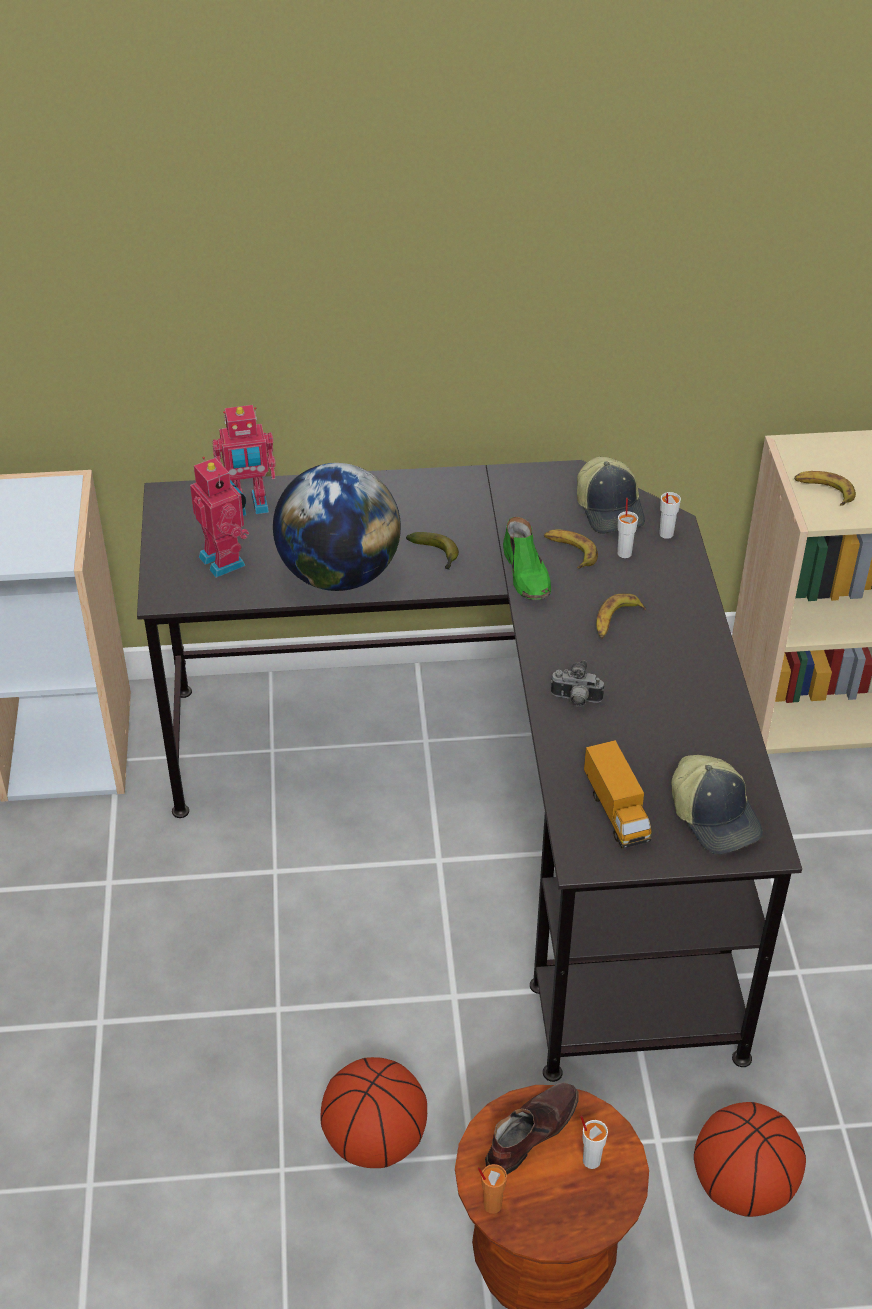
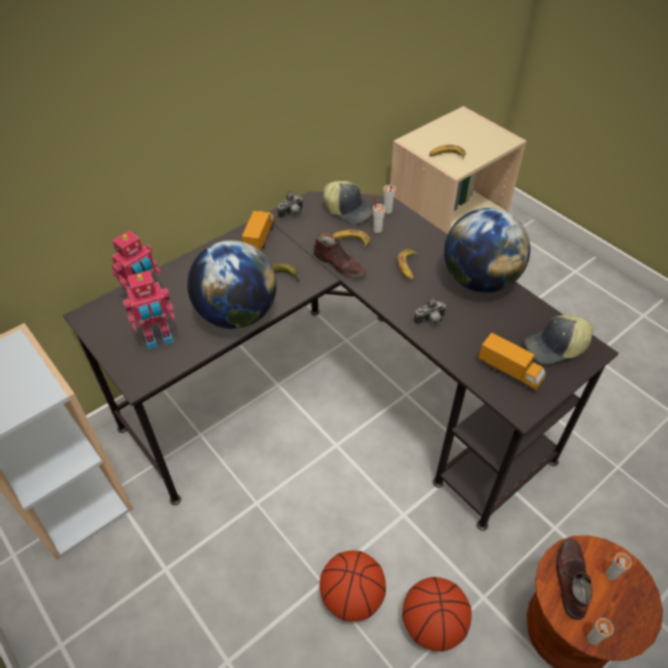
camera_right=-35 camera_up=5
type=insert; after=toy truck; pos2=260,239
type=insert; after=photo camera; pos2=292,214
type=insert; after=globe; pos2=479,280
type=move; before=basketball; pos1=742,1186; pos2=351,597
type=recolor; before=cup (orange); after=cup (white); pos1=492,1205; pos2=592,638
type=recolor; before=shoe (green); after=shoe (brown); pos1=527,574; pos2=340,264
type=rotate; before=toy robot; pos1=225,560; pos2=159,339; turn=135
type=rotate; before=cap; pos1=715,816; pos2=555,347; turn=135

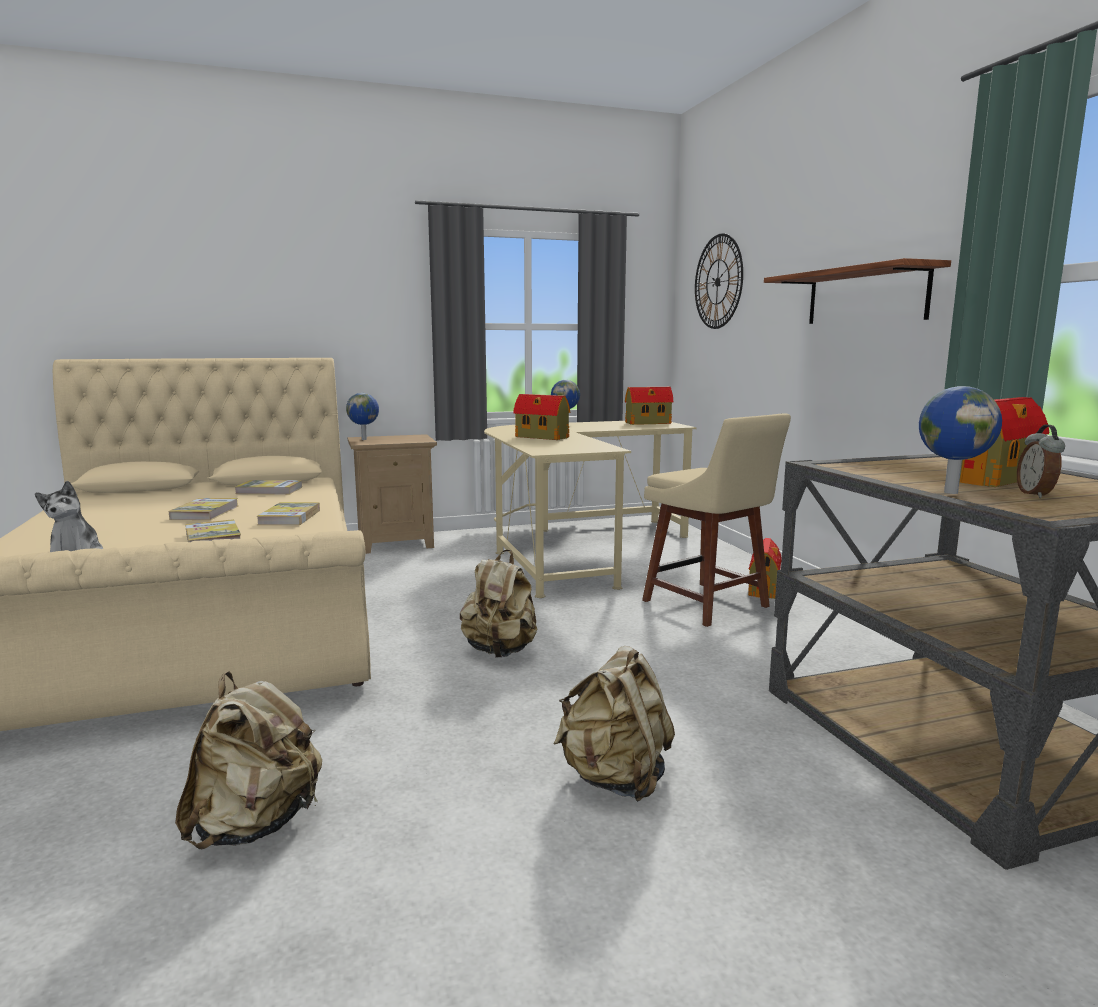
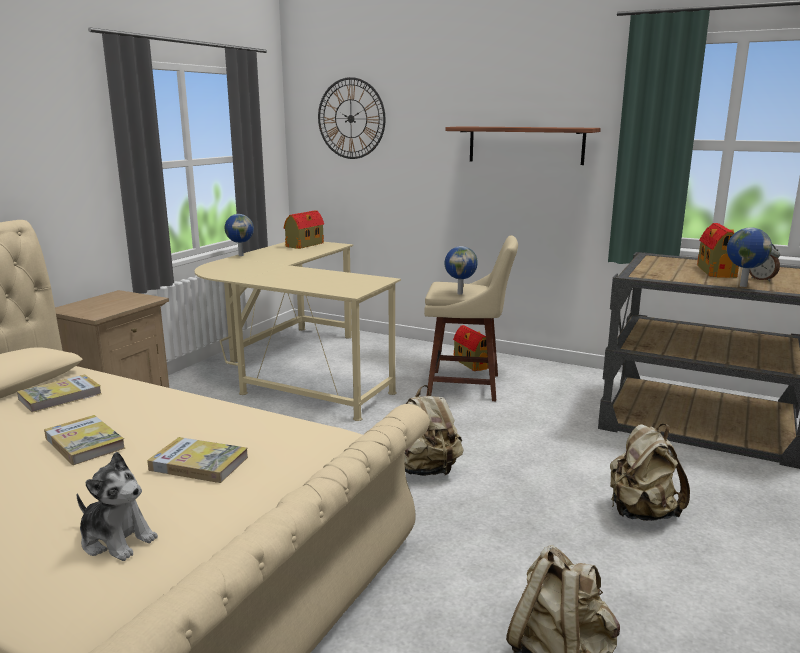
camera_right=-45 camera_up=5
type=delete; before=book; pos1=290,517
type=delete; before=toy house; pos1=543,437
type=move; before=globe; pos1=365,439; pos2=460,293

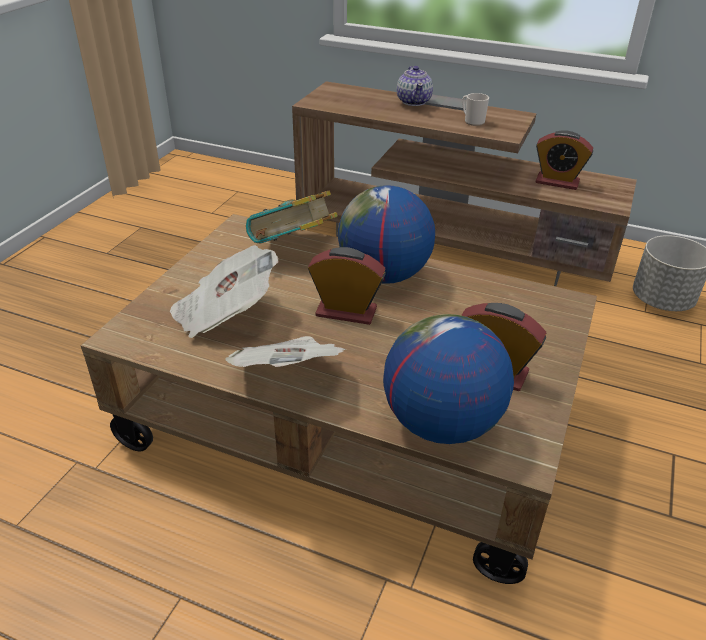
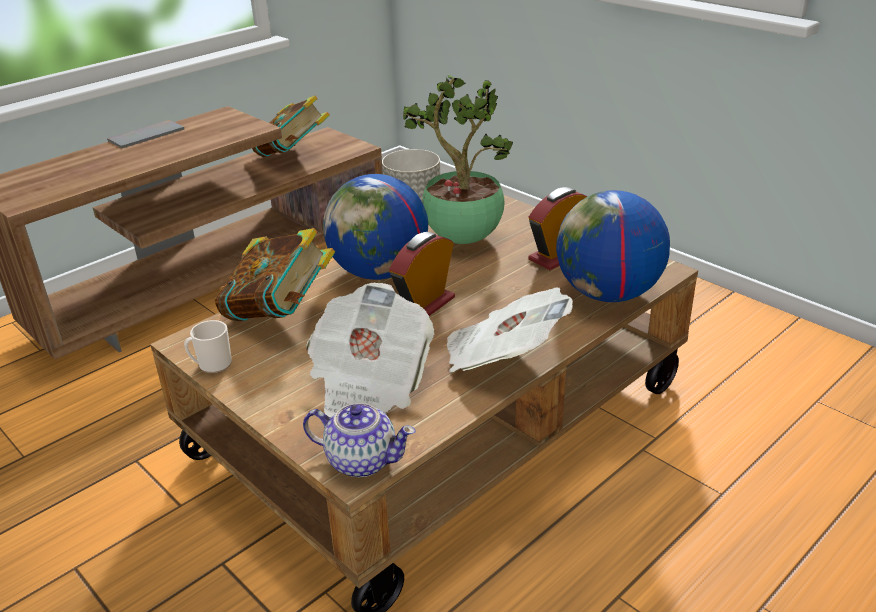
camera_right=-65 camera_up=-5
type=insert; after=potted plant; pos2=461,239
type=move; before=teapot; pos1=414,101; pos2=361,460
type=move; before=mug; pos1=472,121; pos2=211,365
type=replace; before=alarm clock; after=book; pos1=557,182; pos2=292,157

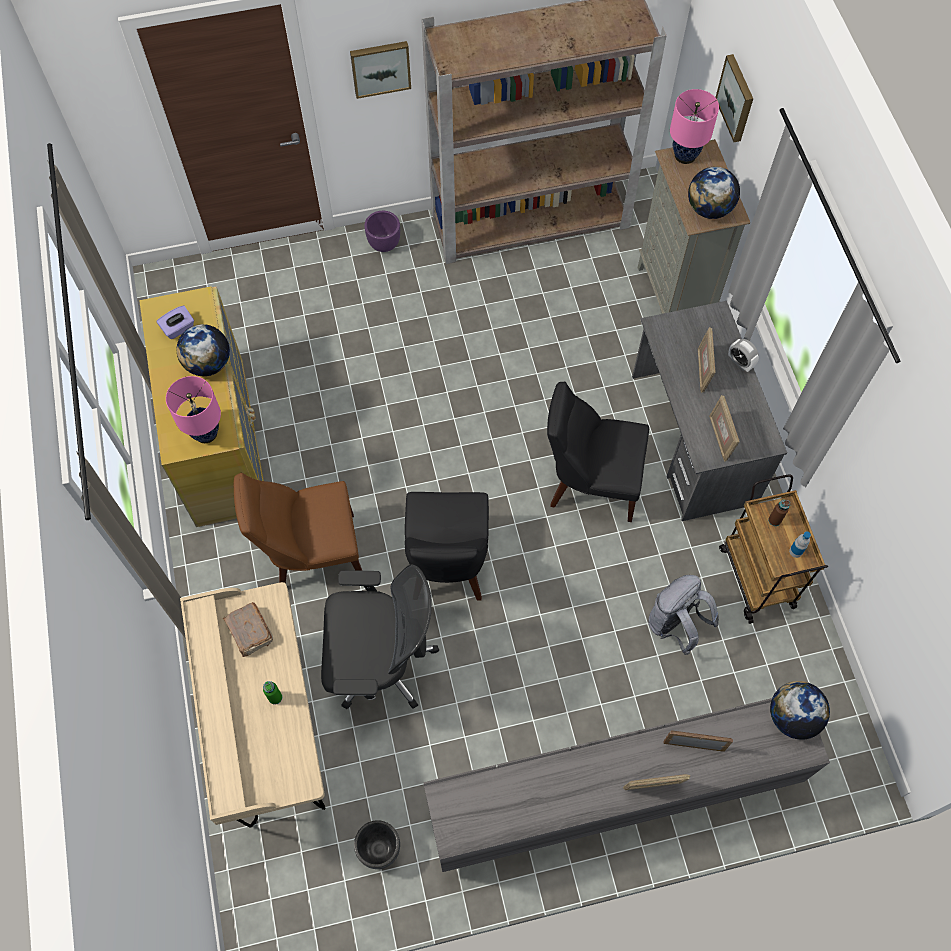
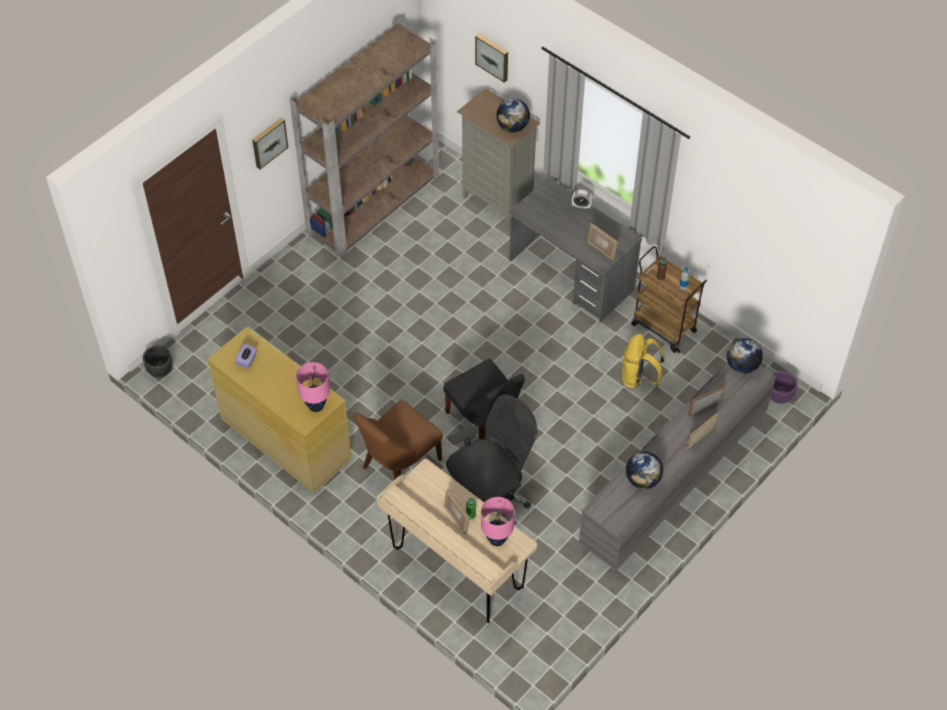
camera_right=-35 camera_up=-10
type=delete; before=book (brown); pos1=250,633
type=delete; before=chair (black); pos1=590,483
type=move; before=globe; pos1=208,363; pos2=643,479
type=move; before=planter (black); pos1=379,850; pos2=160,371
type=move; before=planter (purple); pos1=384,244; pos2=778,397
type=move; before=table lamp (pink); pos1=685,155; pos2=497,539
type=move; before=picture frame; pos1=702,370; pos2=456,519
type=recolor; before=backpack (grey); after=backpack (yellow); pos1=675,625; pos2=639,378

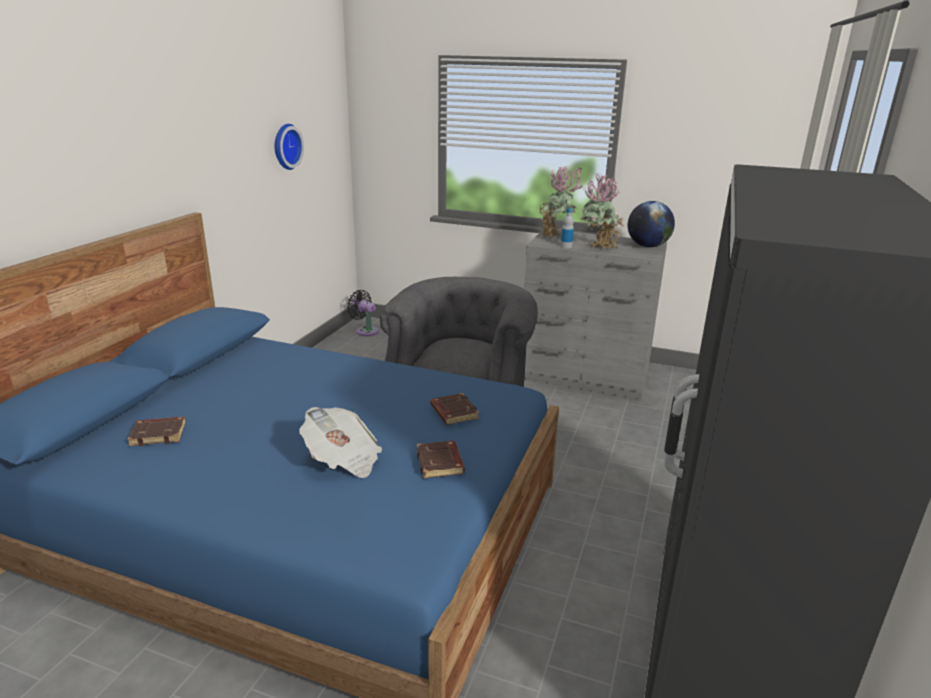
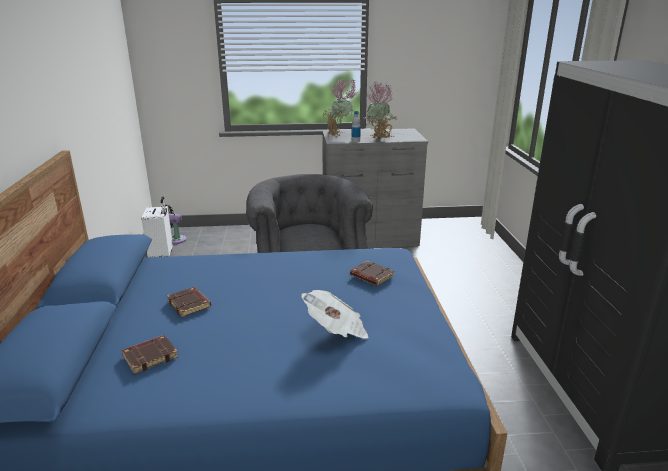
camera_right=-25 camera_up=0
type=delete; before=wall clock; pos1=285,146
type=delete; before=globe; pos1=647,246
type=insert; after=suitcase (white); pos2=162,256
type=move; before=book (brown); pos1=440,463; pos2=190,304

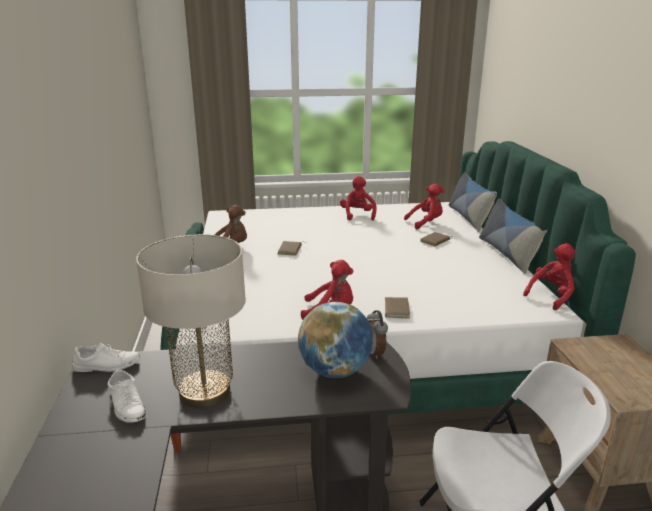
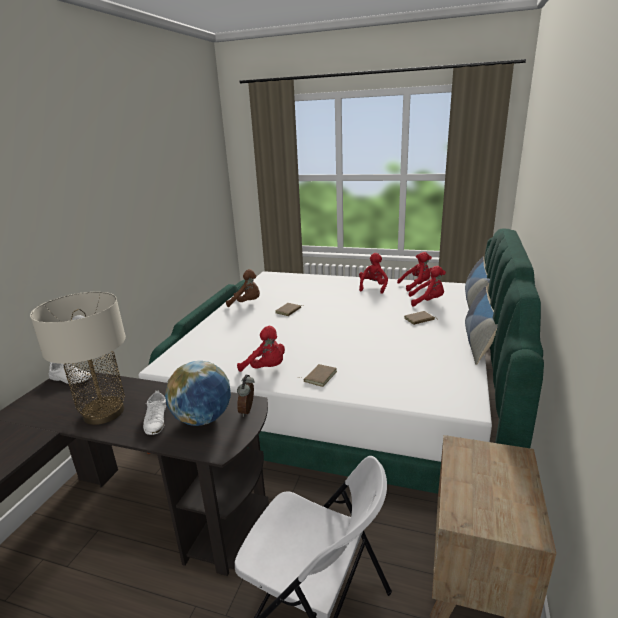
camera_right=25 camera_up=0
type=move; before=shoe (white); pos1=127,405; pos2=156,420
type=move; before=plush toy (red); pos1=551,296; pos2=416,285

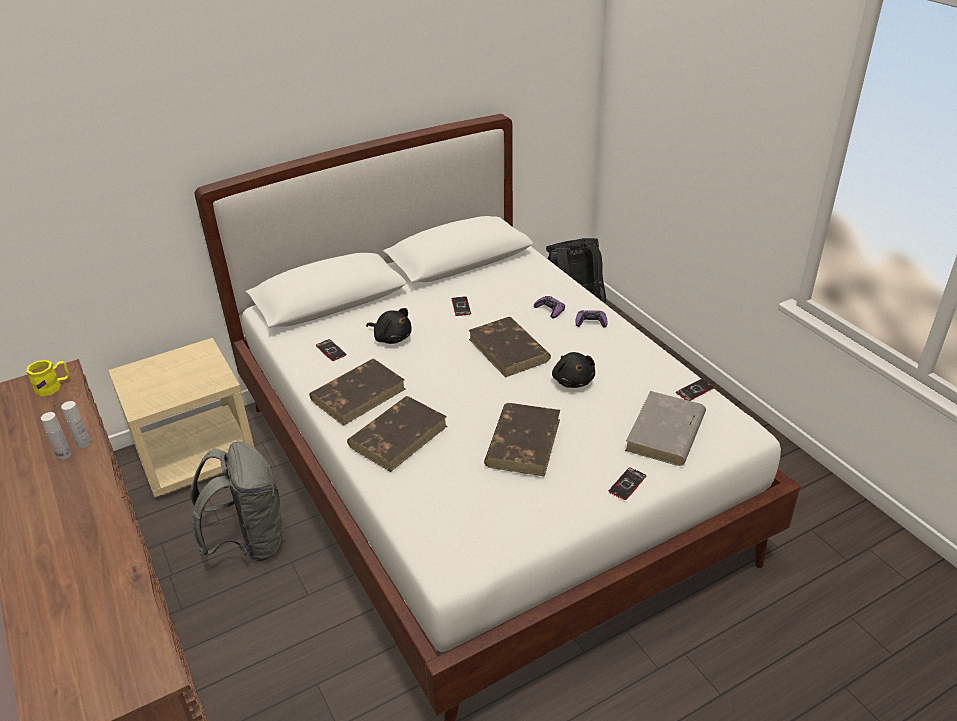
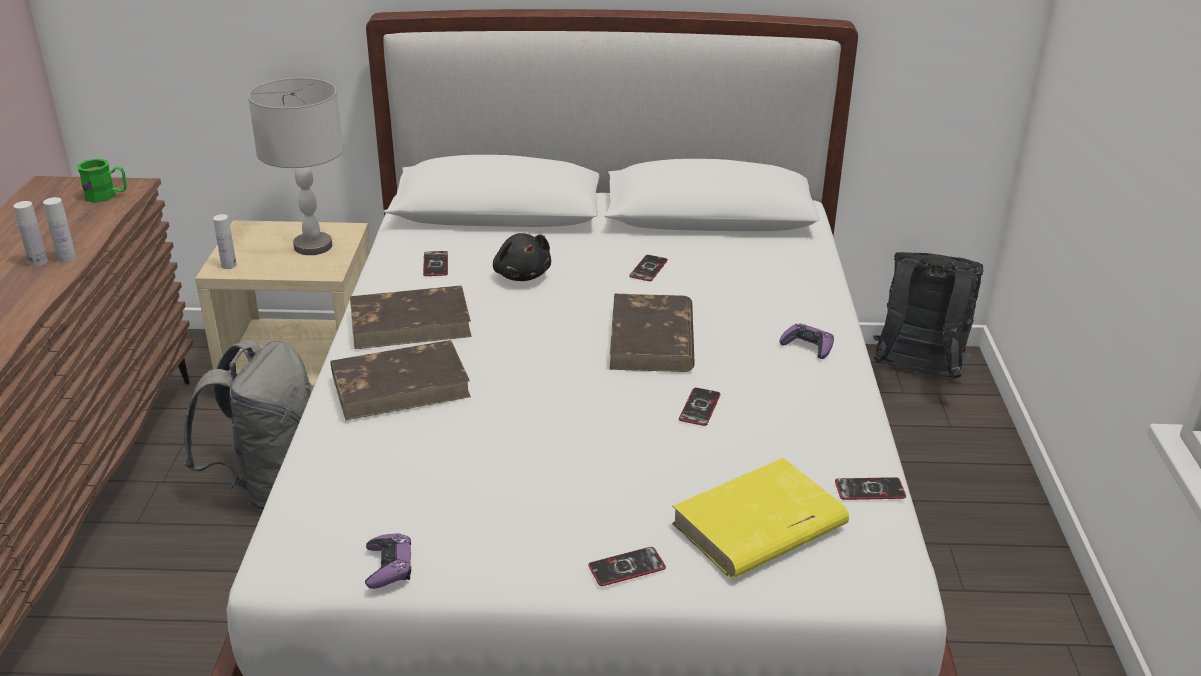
camera_right=30 camera_up=-5
type=delete; before=book (brown); pos1=523,442
type=insert; after=bottle (white); pos2=229,265
type=insert; after=table lamp (grey); pos2=312,246
type=move; before=game controller (purple); pos1=550,310; pos2=389,566
type=replace; before=plush toy (black); after=phone; pos1=573,380; pos2=699,407
type=recolor; before=mug (yellow); after=mug (green); pos1=53,386; pos2=107,196
type=recolor; before=book (grey); after=book (yellow); pos1=665,433; pos2=758,526

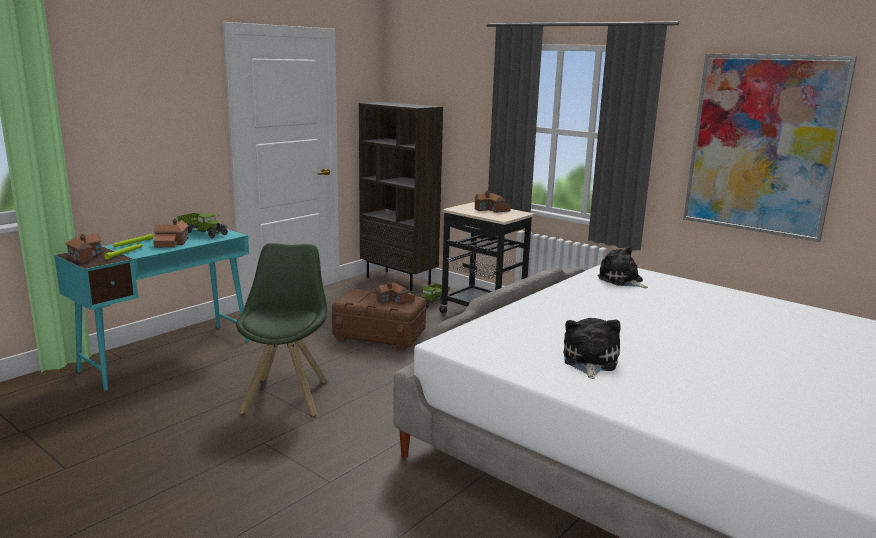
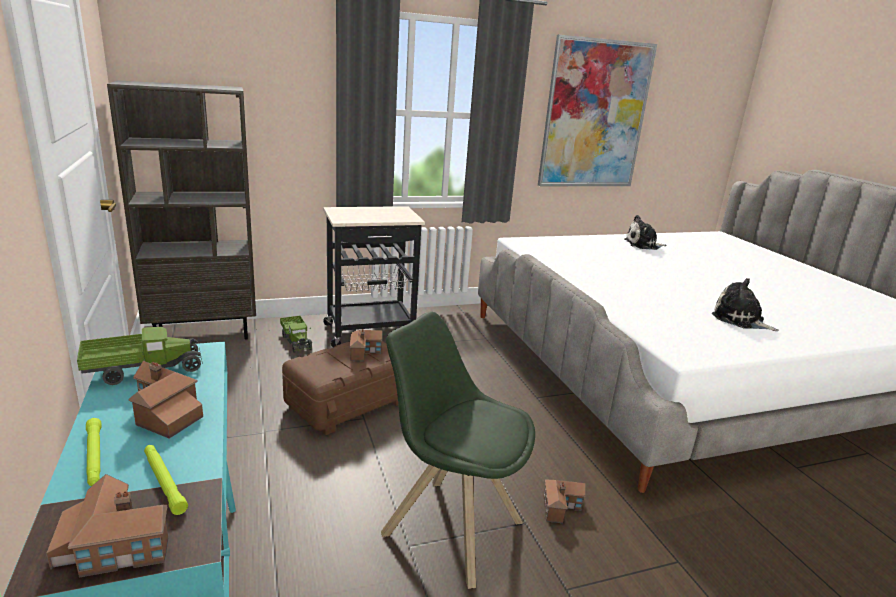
camera_right=-60 camera_up=5
type=move; before=toy house; pos1=492,210; pos2=561,505
type=move; before=plush toy; pos1=621,280; pos2=643,245

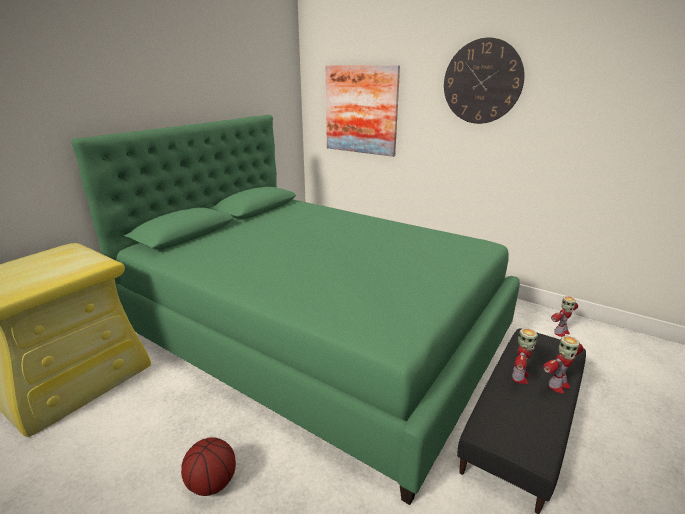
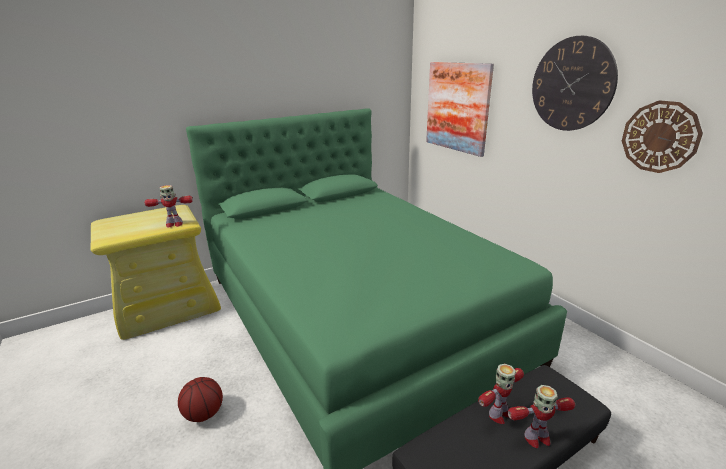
camera_right=25 camera_up=0
type=insert; after=wall clock; pos2=660,137
type=move; before=toy robot; pos1=561,332; pos2=174,224

